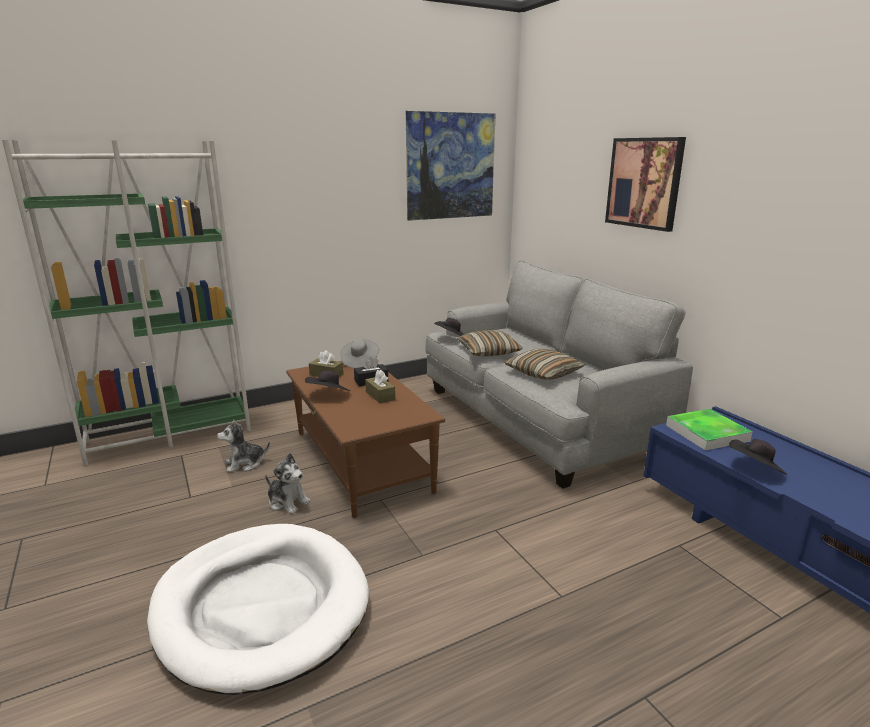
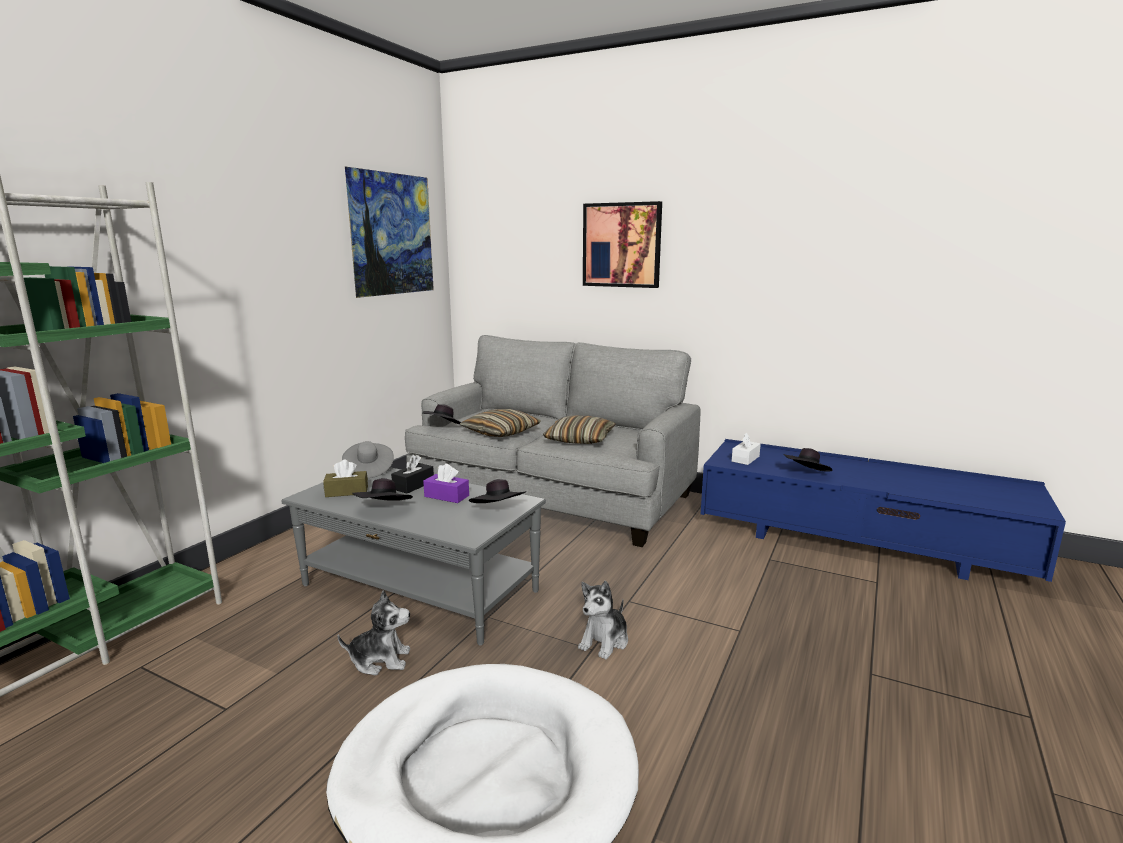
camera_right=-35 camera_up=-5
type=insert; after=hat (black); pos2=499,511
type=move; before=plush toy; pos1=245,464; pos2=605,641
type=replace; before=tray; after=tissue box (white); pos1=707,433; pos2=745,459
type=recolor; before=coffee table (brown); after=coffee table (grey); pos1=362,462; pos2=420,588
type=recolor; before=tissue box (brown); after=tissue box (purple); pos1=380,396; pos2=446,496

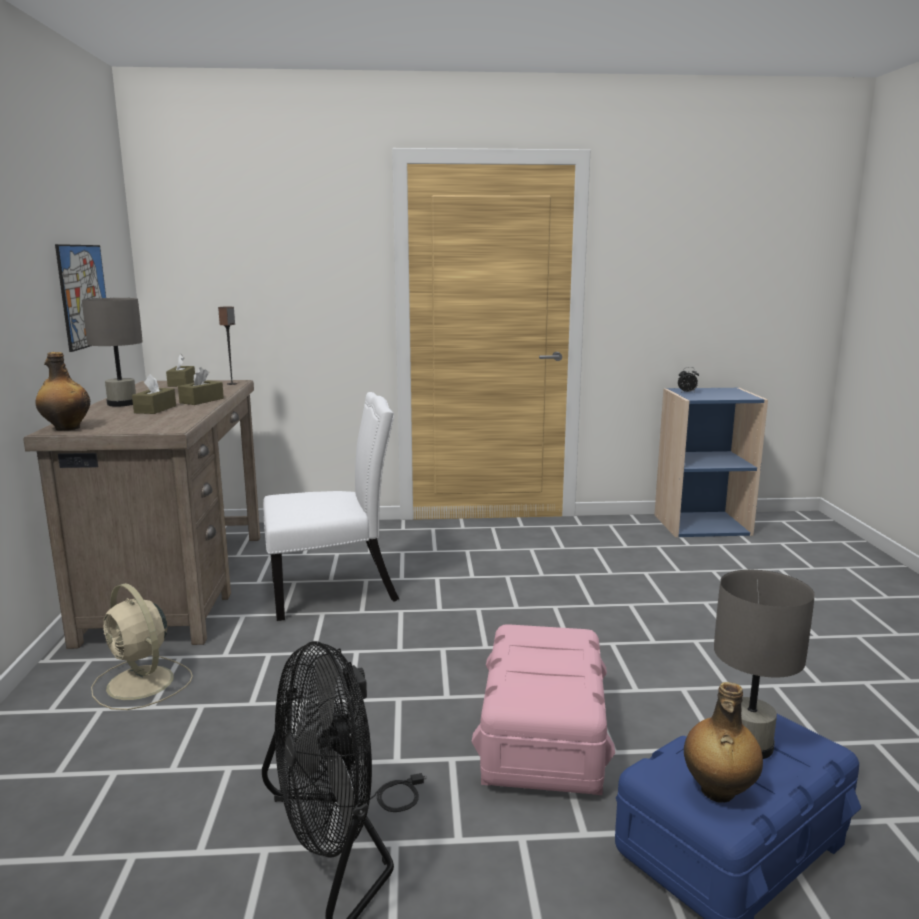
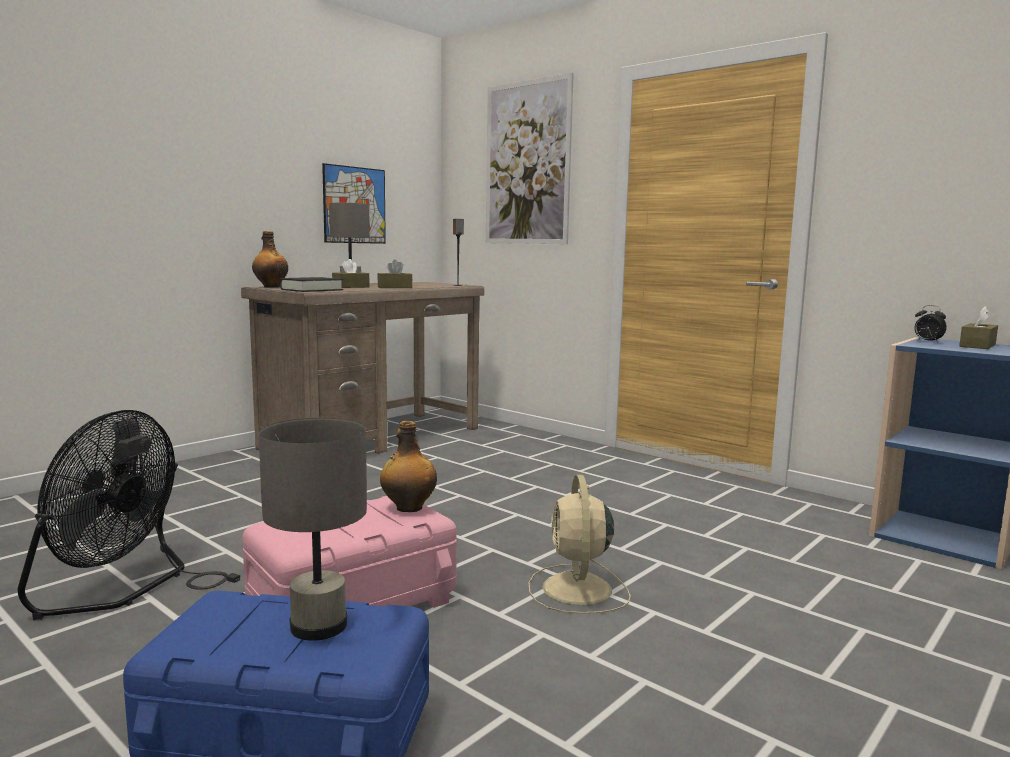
camera_right=45 camera_up=-5
type=delete; before=chair (white); pos1=331,592
type=insert; after=book (black); pos2=312,290
type=insert; after=picture; pos2=527,163
type=move; before=fan (beige); pos1=142,684; pos2=577,590
type=move; before=tissue box (brown); pos1=182,383; pos2=977,346
type=move; before=bottle; pos1=717,791; pos2=408,508

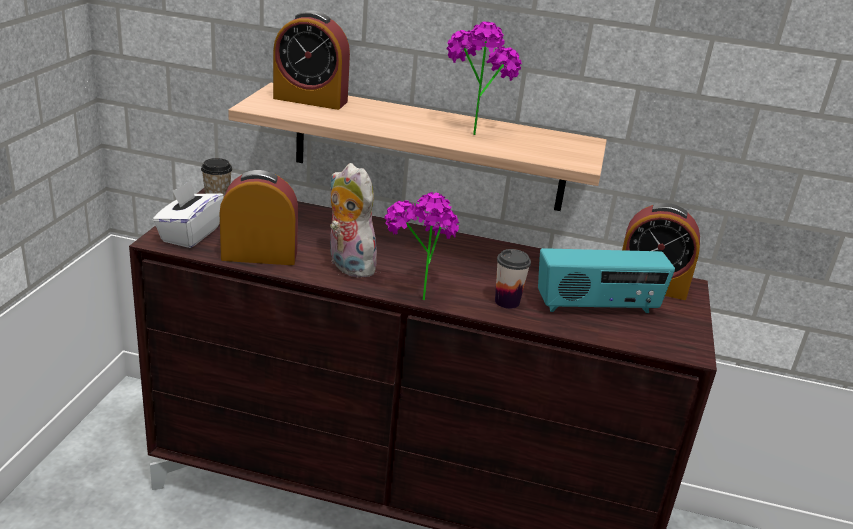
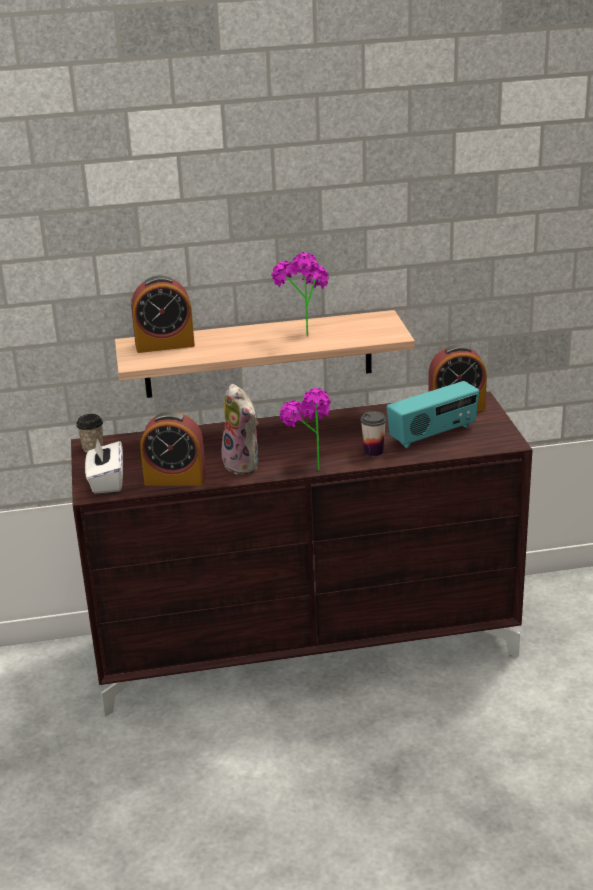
camera_right=-20 camera_up=0
type=rotate; before=alarm clock; pos1=259,255; pos2=175,479; turn=-150
type=rotate; before=plush toy; pos1=347,265; pos2=244,464; turn=-150

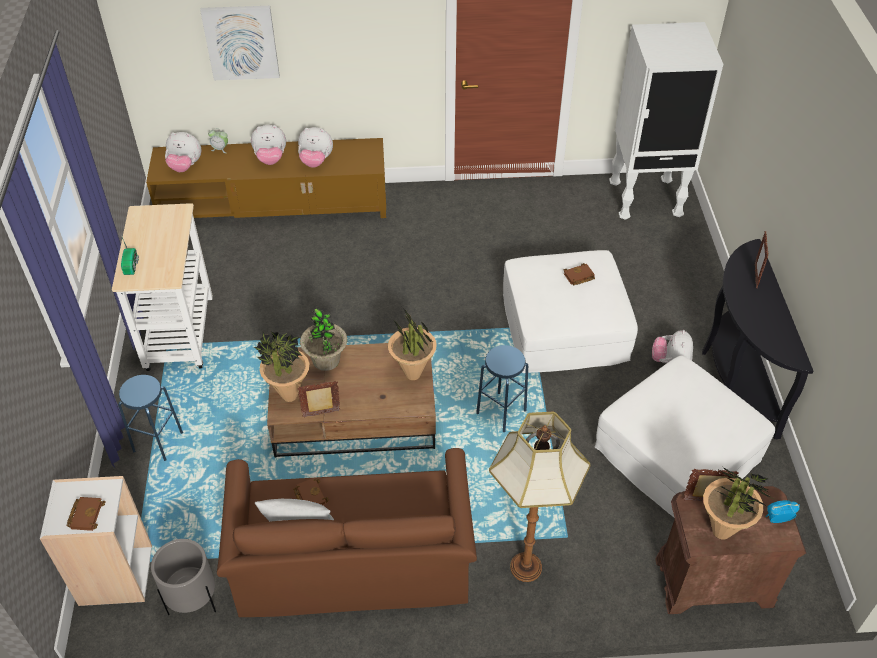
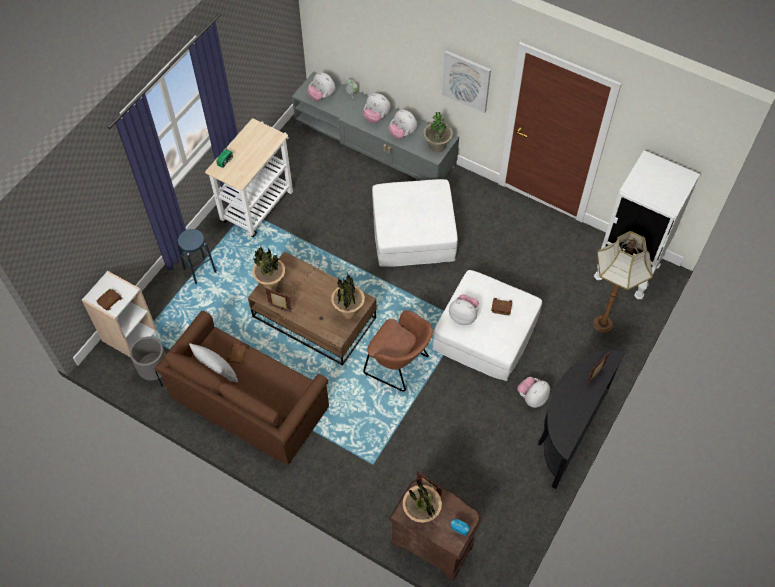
camera_right=35 camera_up=10
type=insert; after=plush toy; pos2=463,316
type=move; before=picture; pos1=241,42; pos2=466,81
type=move; before=potted plant; pos1=326,360; pos2=437,146
type=move; before=floor lamp; pos1=526,568; pos2=602,324
type=move; before=ottoman (white); pos1=677,453; pos2=413,232
type=replace; before=stool (blue); after=armchair (brown); pos1=501,412; pos2=399,366
type=recolor; before=tv stand (brown); after=tv stand (grey); pos1=276,206; pos2=375,146

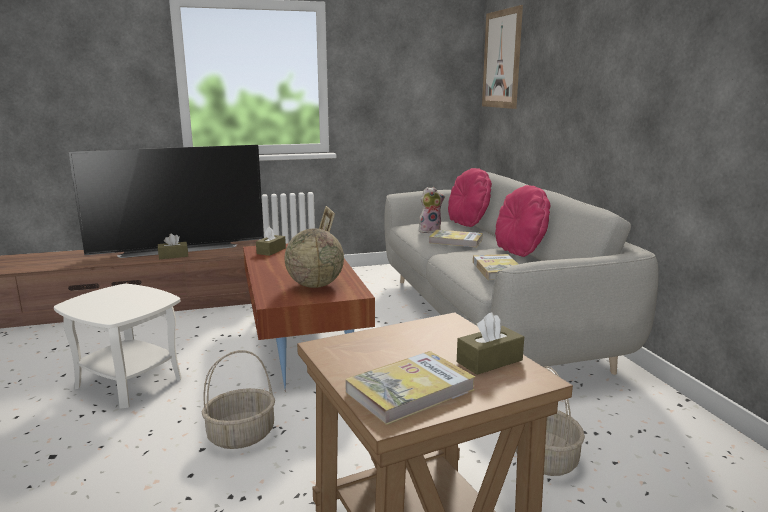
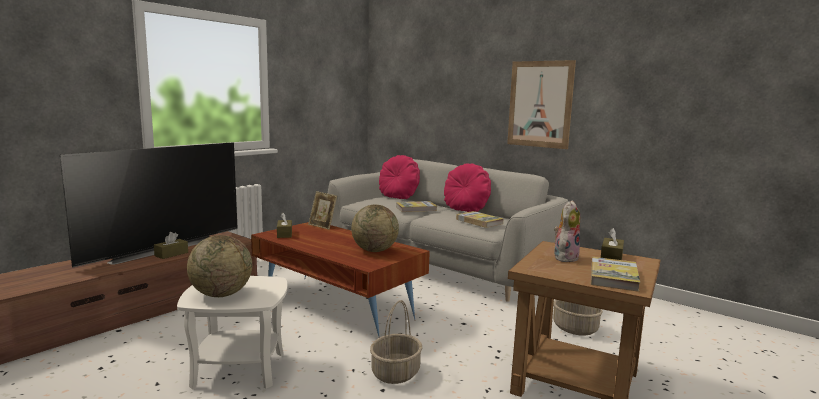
camera_right=-35 camera_up=-5
type=insert; after=globe; pos2=221,294
type=move; before=plush toy; pos1=430,230; pos2=565,257
type=move; before=picture; pos1=501,59; pos2=540,104

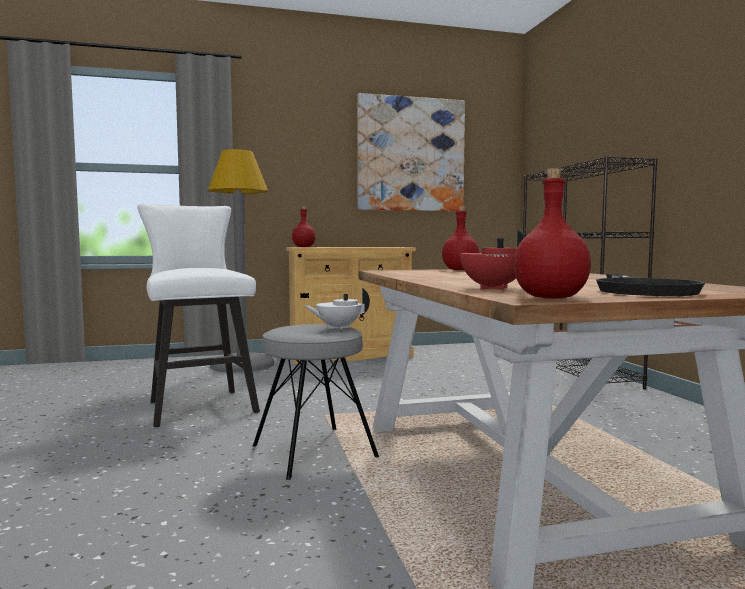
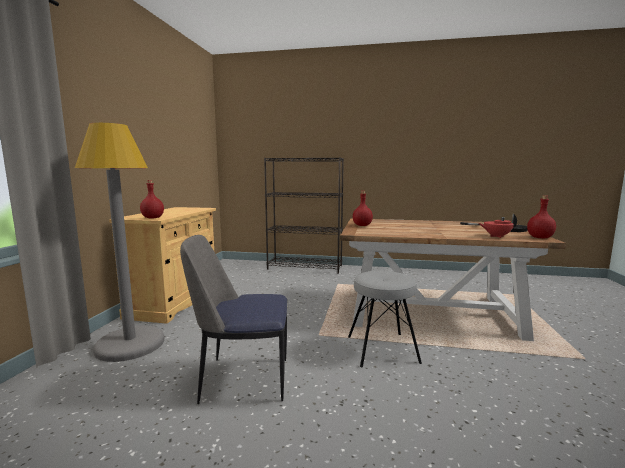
camera_right=-65 camera_up=5
type=delete; before=teapot (white); pos1=338,328
type=delete; before=picture; pos1=411,154
type=replace; before=stool (white); after=chair; pos1=199,405; pos2=242,379

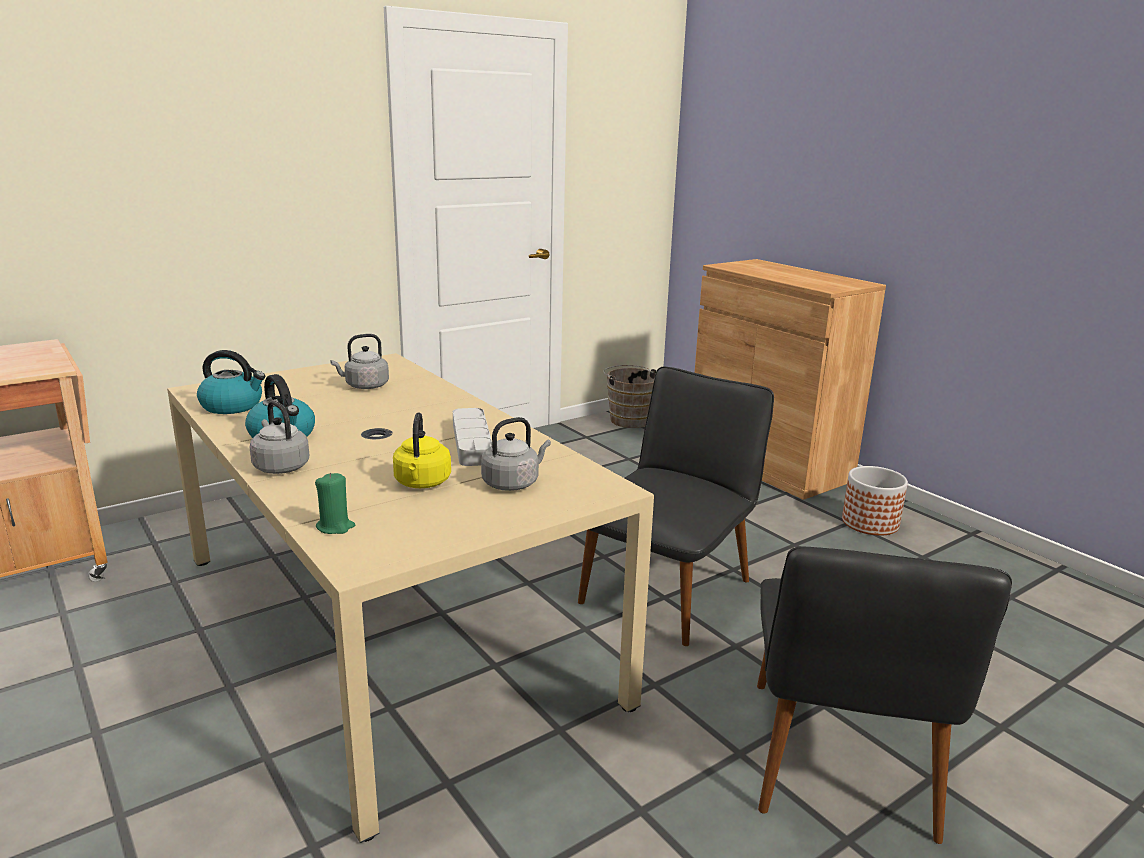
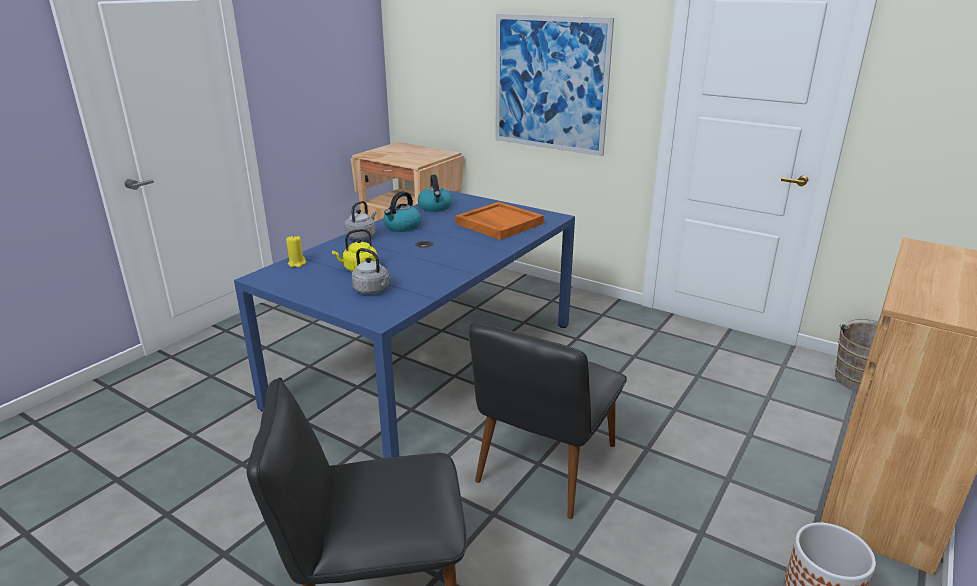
camera_right=70 camera_up=5
type=delete; before=tray (grey); pos1=472,442
type=insert; after=picture; pos2=550,84
type=replace; before=kettle (grey); after=tray (orange); pos1=364,386; pos2=498,223
type=recolor; before=dining table (beige); after=dining table (blue); pos1=388,626; pos2=429,363
type=recolor; before=candle (green); after=candle (yellow); pos1=335,527; pos2=297,263
type=rotate; before=chair (black); pos1=666,591; pos2=547,463; turn=105

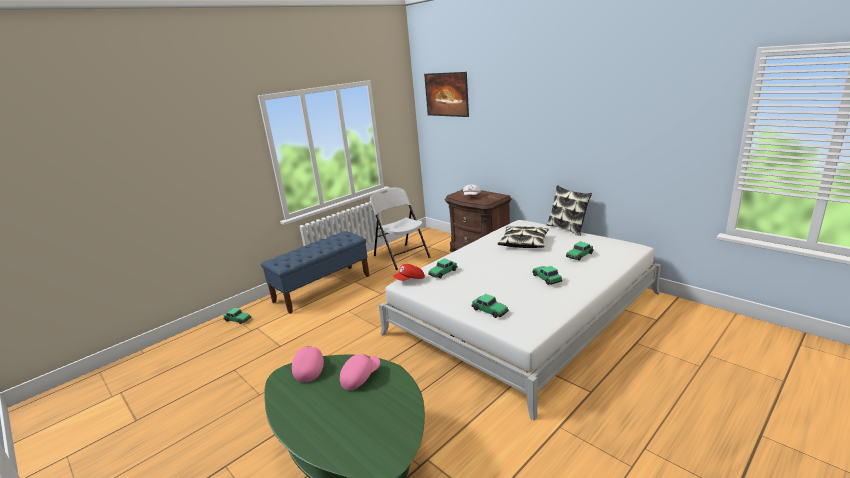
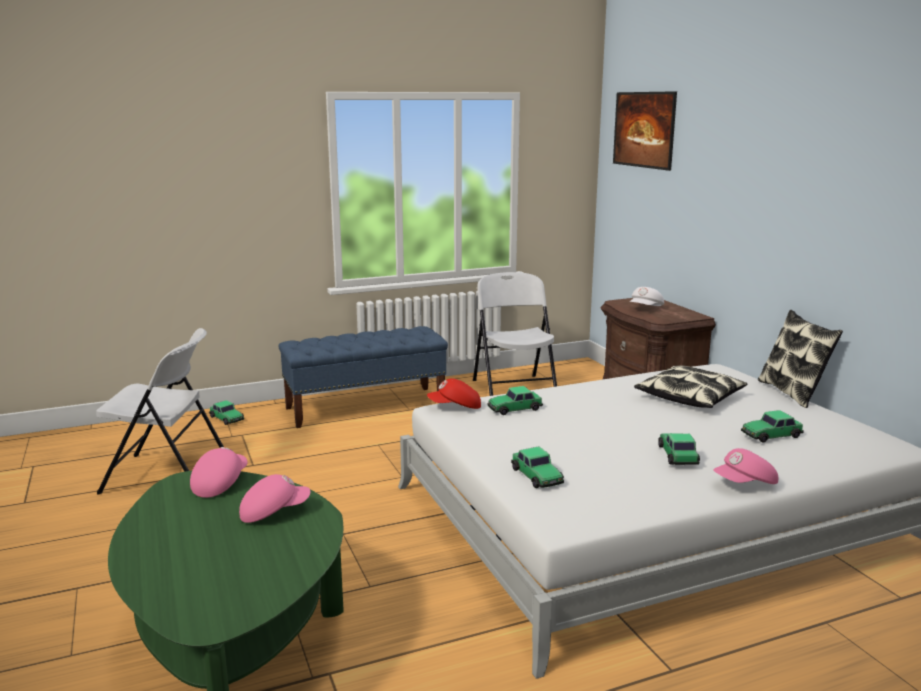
camera_right=20 camera_up=-5
type=insert; after=chair (white); pos2=166,474
type=insert; after=cap (pink); pos2=745,484

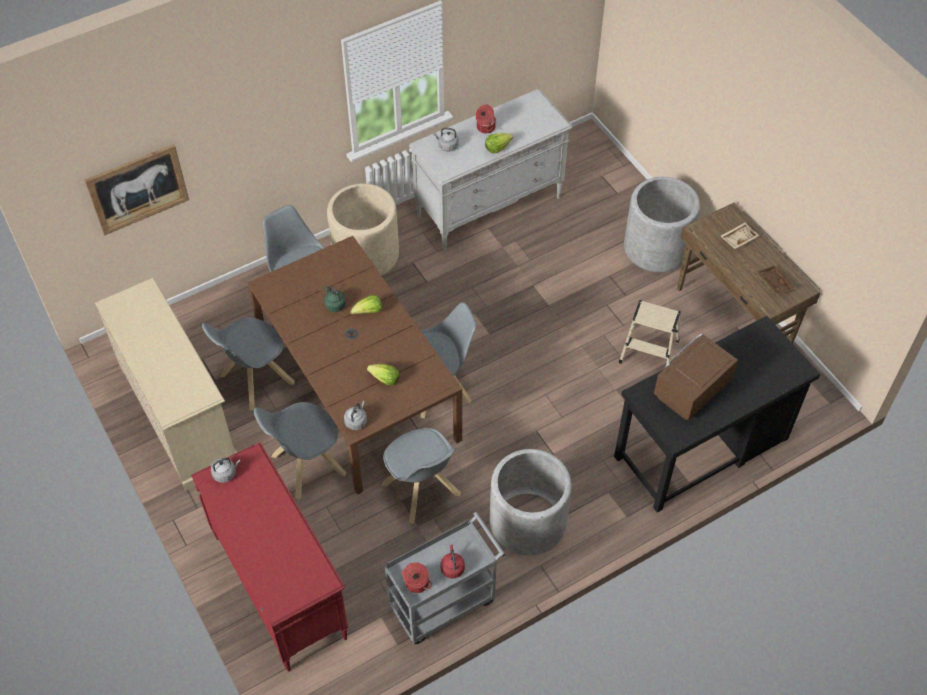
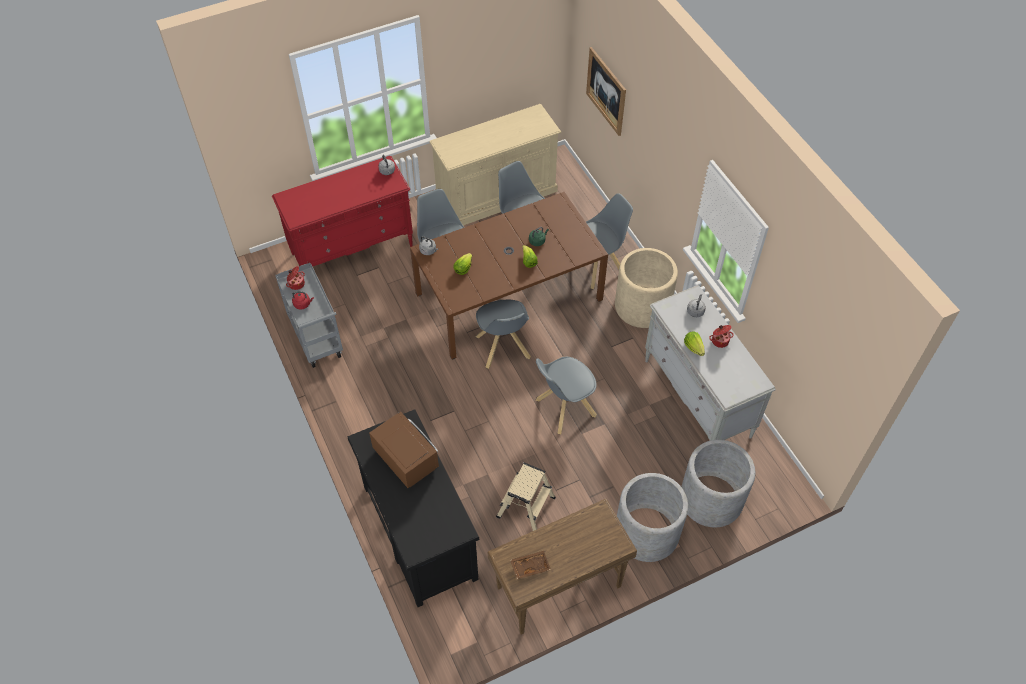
camera_right=95 camera_up=0
type=delete; before=tray (beige); pos1=738,238
type=move; before=chair (grey); pos1=422,491; pos2=564,408
type=move; before=planter (grey); pos1=527,522; pos2=711,499

